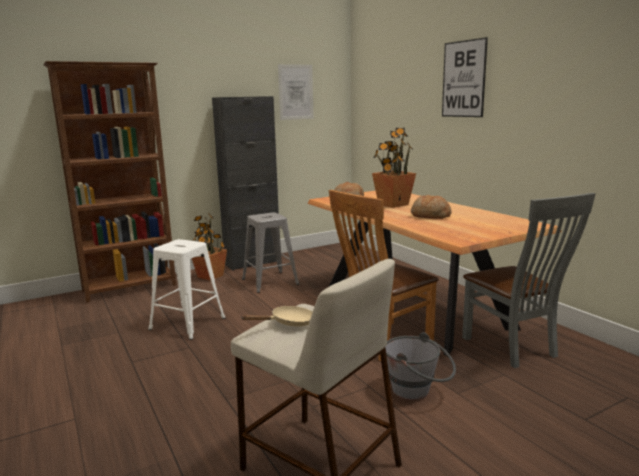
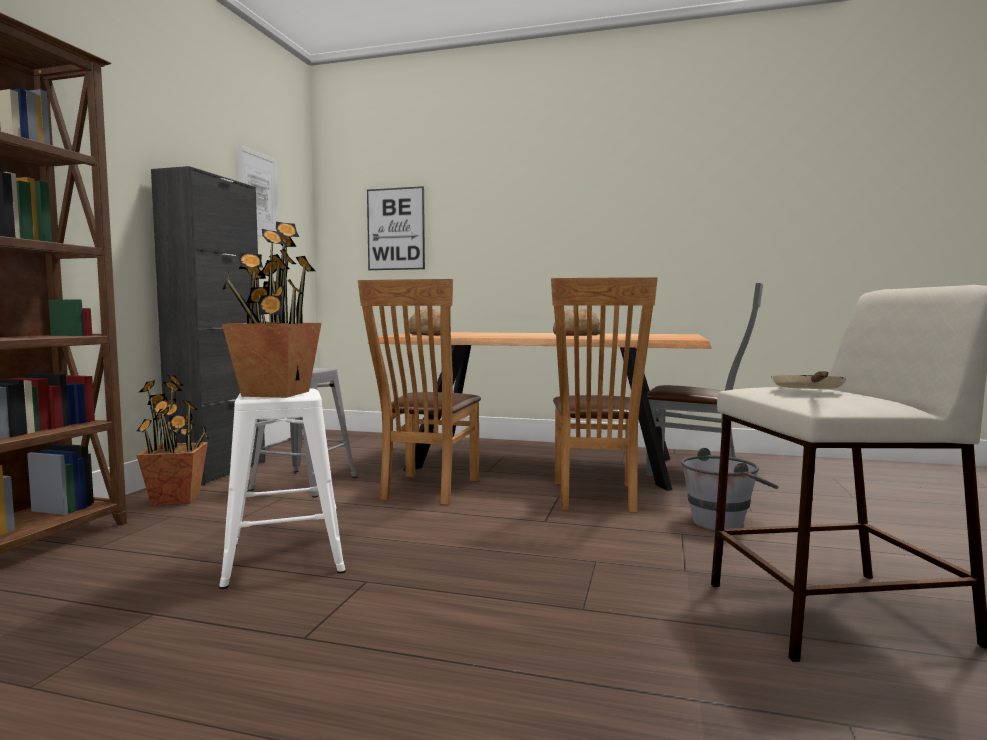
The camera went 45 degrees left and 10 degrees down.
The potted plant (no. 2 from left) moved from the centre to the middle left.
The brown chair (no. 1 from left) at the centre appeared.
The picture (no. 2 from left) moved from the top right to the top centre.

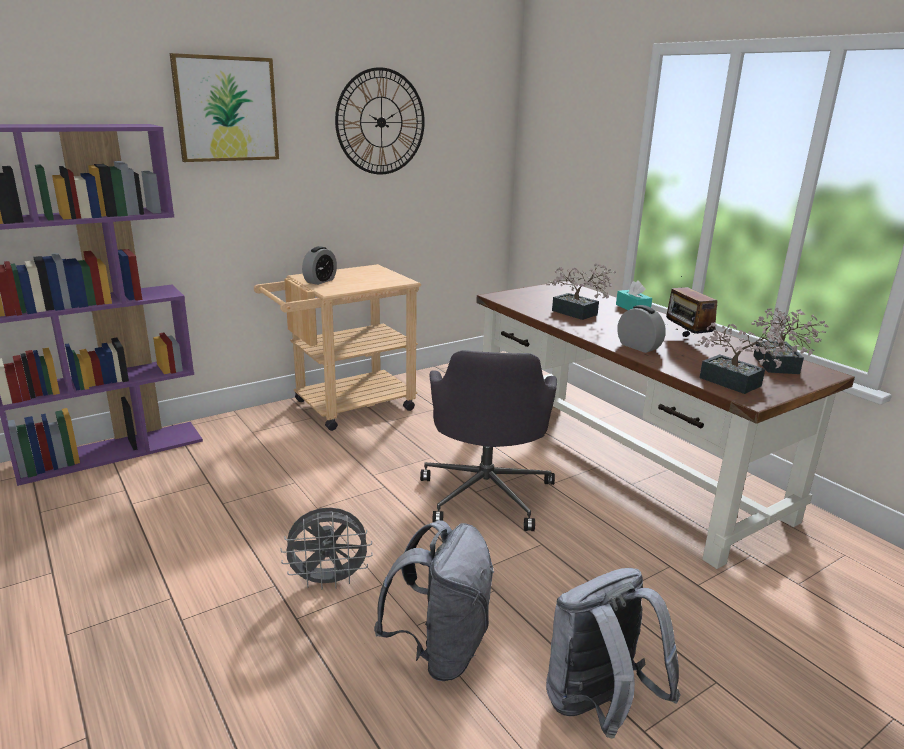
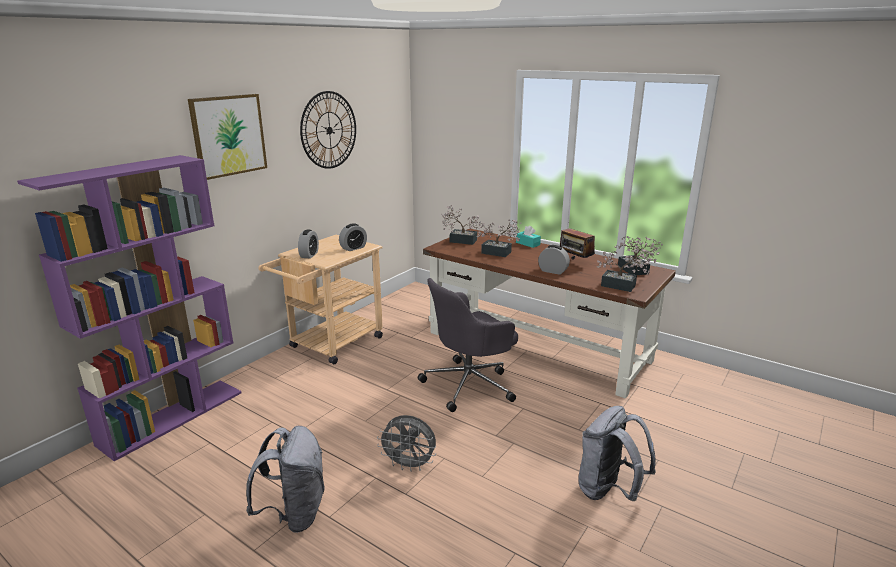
The camera went 20 degrees left and 0 degrees up.
The grey backpack (no. 1 from left) moved from the bottom centre to the bottom left.
The alarm clock (no. 2 from left) at the centre appeared.
The grey fan at the bottom centre turned 45 degrees clockwise.
The grey office chair at the centre turned 75 degrees clockwise.
The potted plant (no. 1 from left) at the centre appeared.

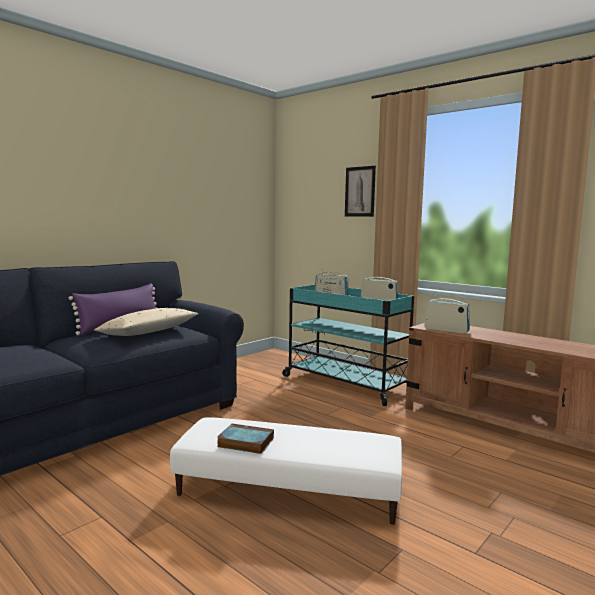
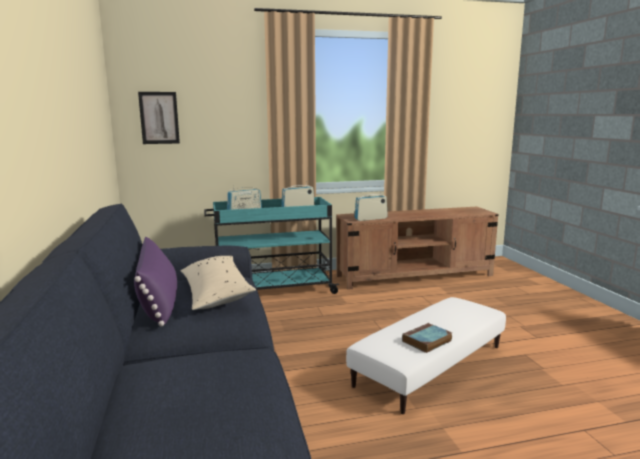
The camera went 55 degrees left and 5 degrees up.
The picture moved from the top centre to the top left.

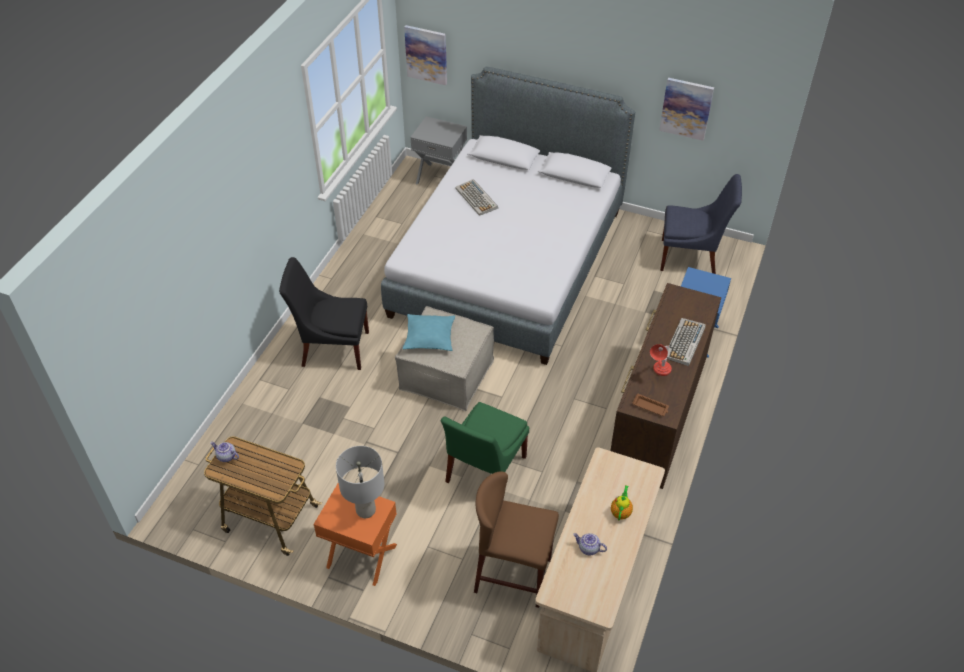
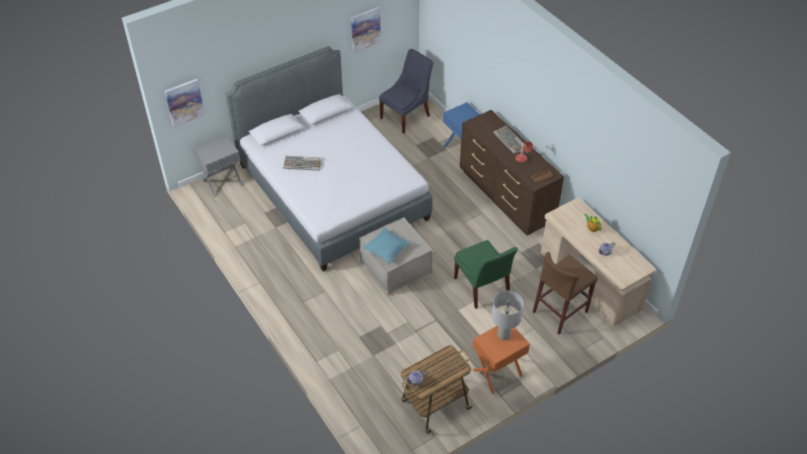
The camera went 55 degrees left and 0 degrees up.
The black chair at the centre disappeared.

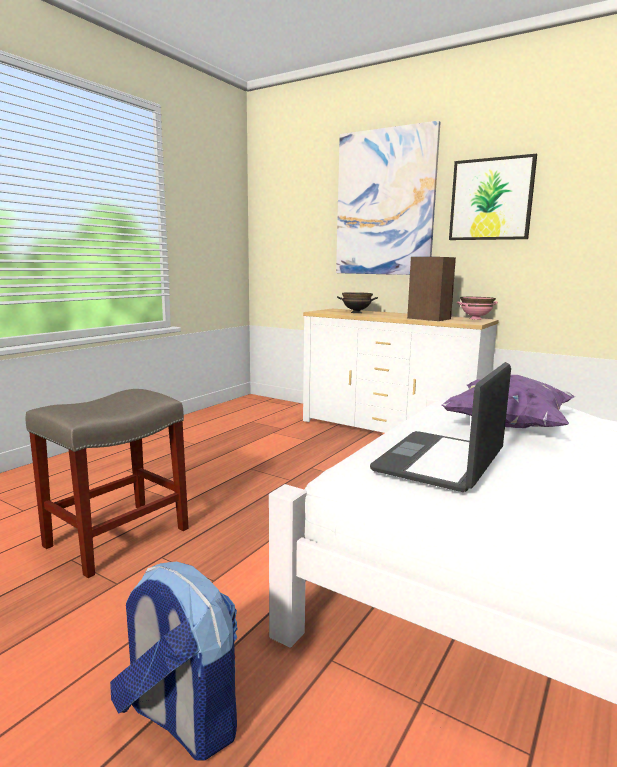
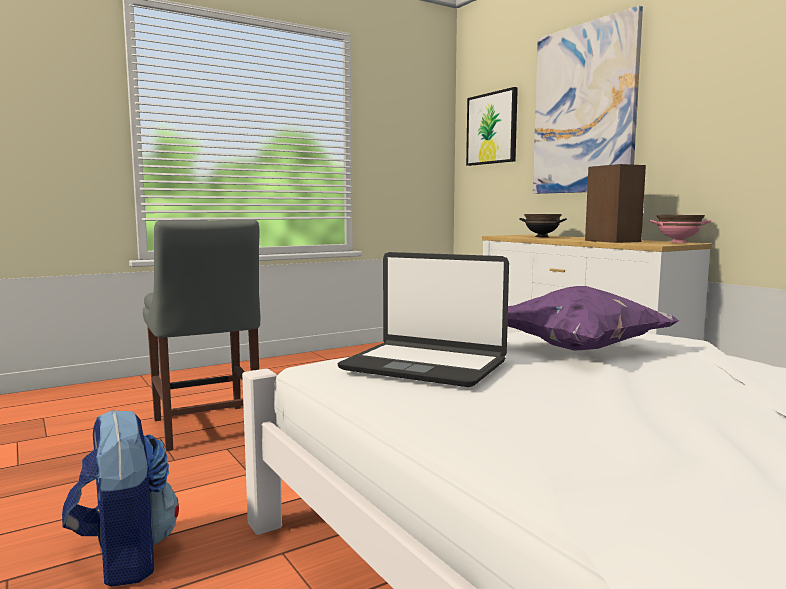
The camera went 25 degrees right and 5 degrees down.
The beige stool at the middle left was replaced by the grey chair at the middle left.
The laptop at the middle right turned 120 degrees counterclockwise.
The picture (no. 2 from left in the first image) moved from the top right to the top centre.

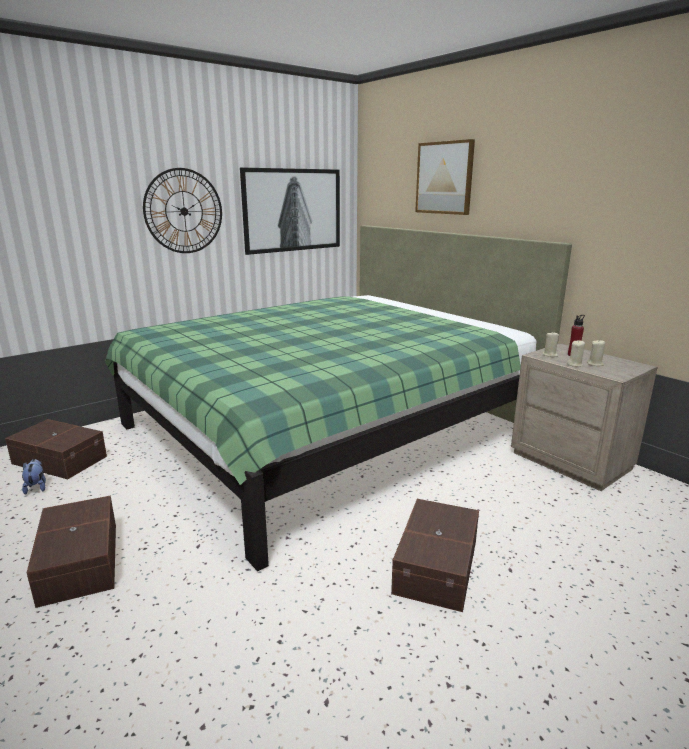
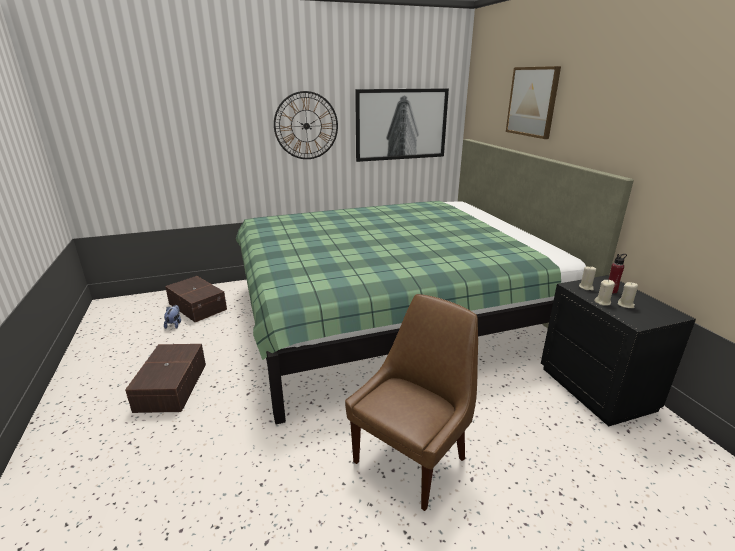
The camera went 20 degrees right and 5 degrees up.
The brown storage box (no. 3 from left) at the bottom centre was replaced by the brown chair at the bottom centre.
The beige nightstand at the middle right became the black nightstand at the middle right.

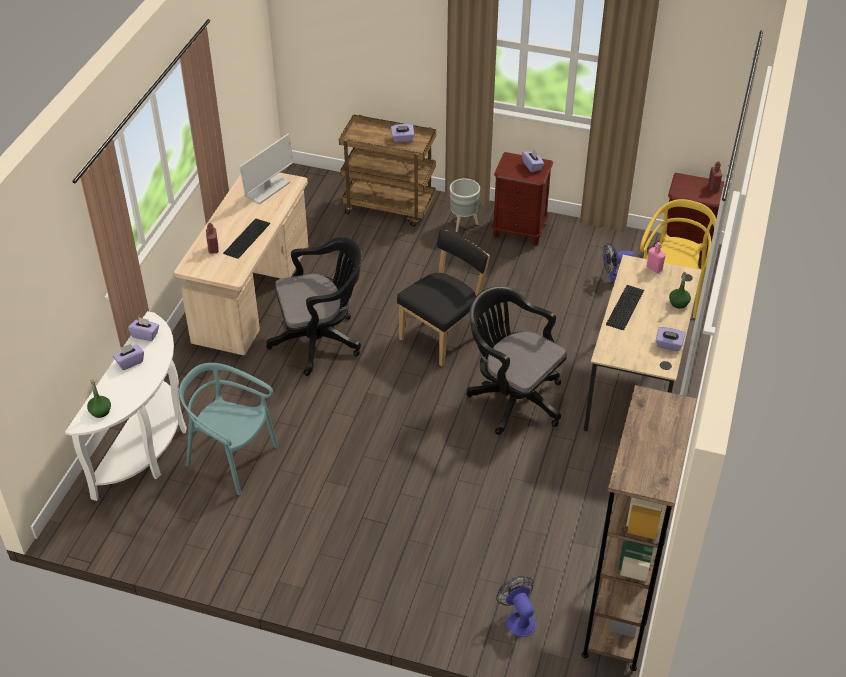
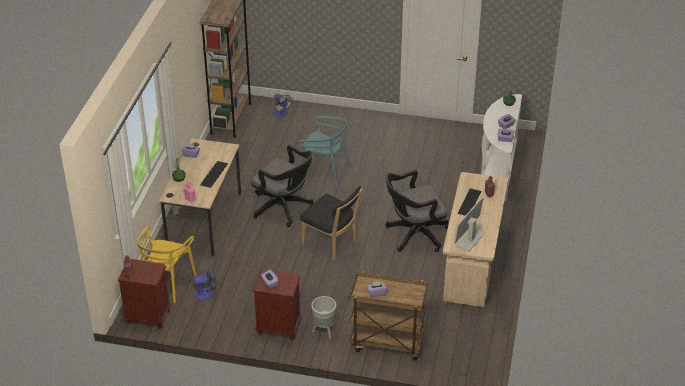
The camera went 175 degrees right and 5 degrees down.
The turquoise chair moved from the middle left to the centre.
The black chair at the centre turned 90 degrees counterclockwise.

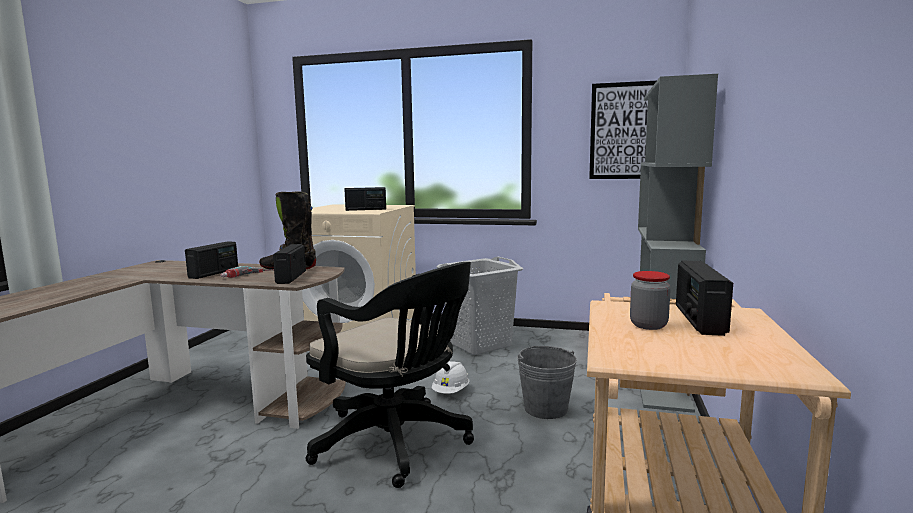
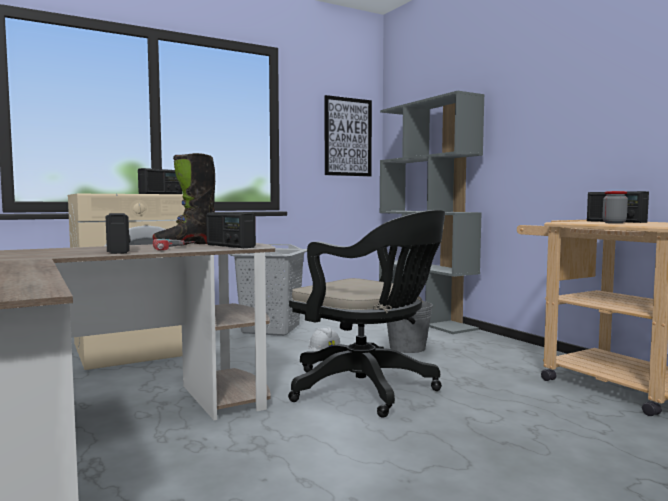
The camera went 45 degrees left and 5 degrees down.
The black office chair at the bottom centre turned 45 degrees clockwise.

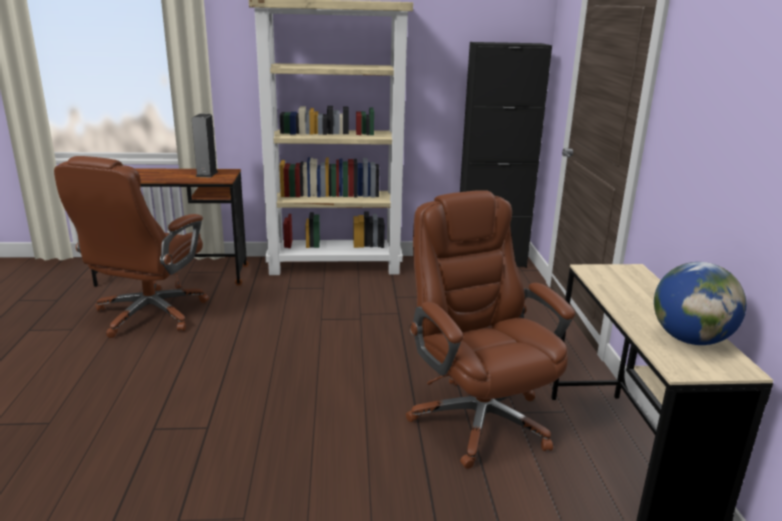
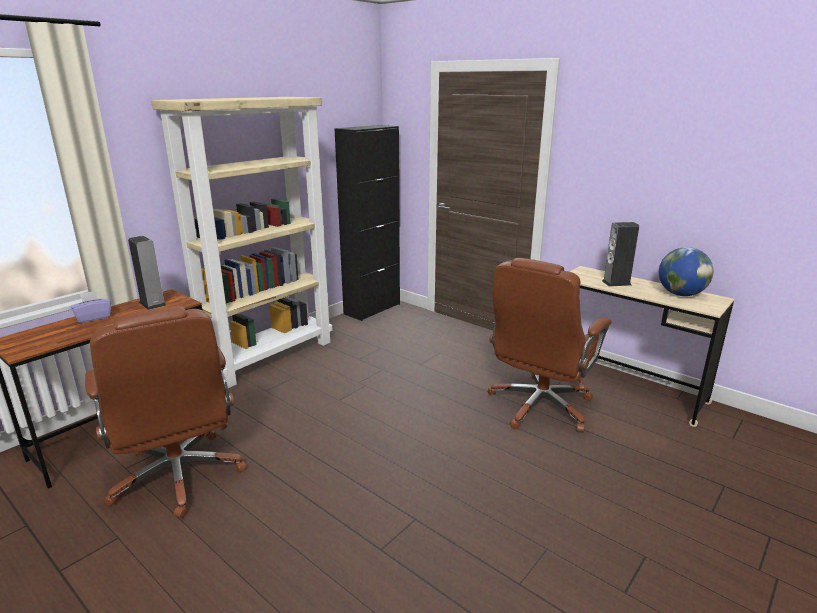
The camera went 45 degrees left and 0 degrees up.
The purple tissue box at the middle left appeared.
The brown office chair (no. 2 from left) at the centre turned 75 degrees counterclockwise.
The speaker (no. 2 from left) at the middle right appeared.

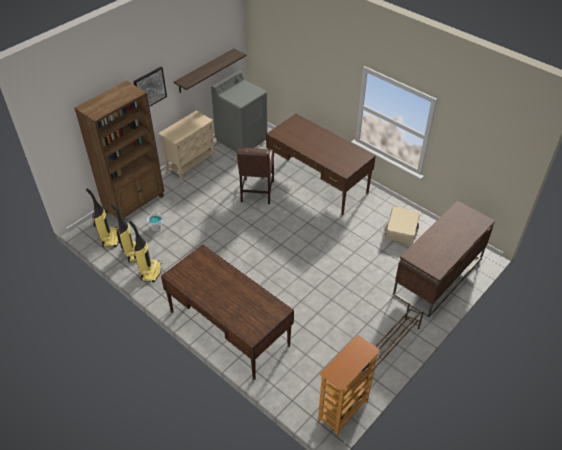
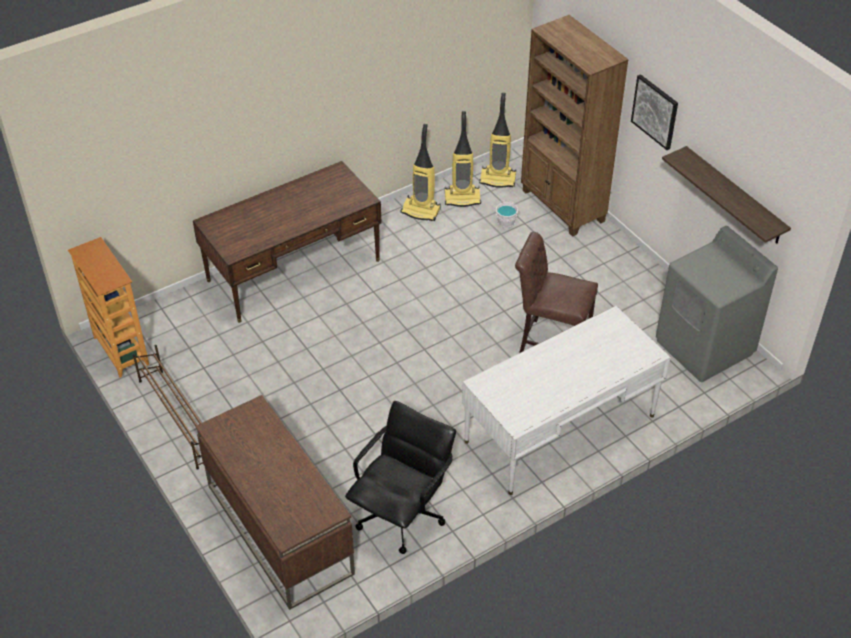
The camera went 105 degrees right and 0 degrees up.
The beige suitcase at the middle right was replaced by the black office chair at the bottom centre.
The brown desk (no. 2 from left) at the centre became the white desk at the centre.
The beige cabinet at the top left disappeared.

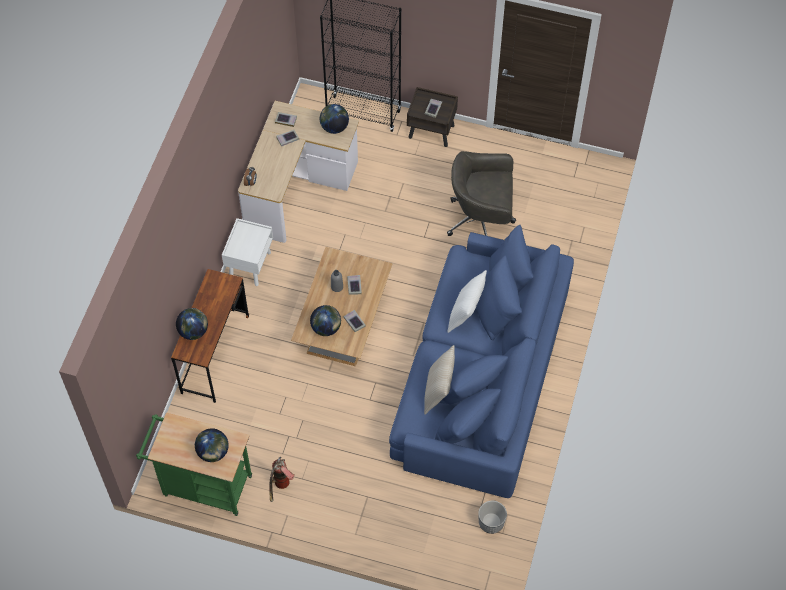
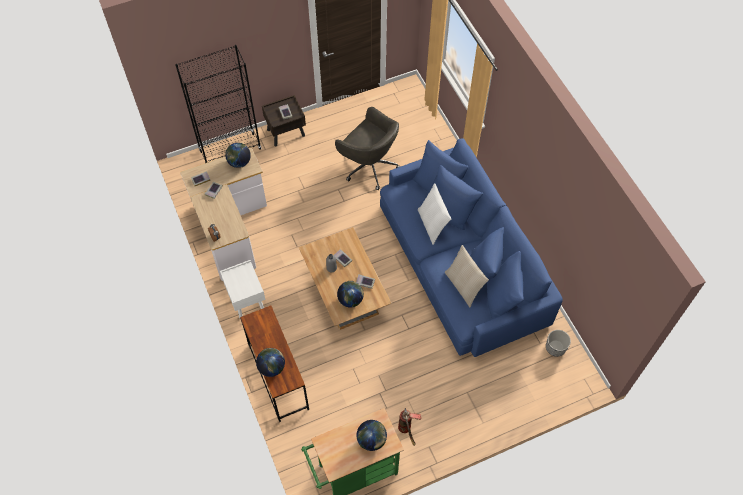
The camera went 40 degrees left and 0 degrees up.
The grey office chair at the top centre turned 105 degrees counterclockwise.

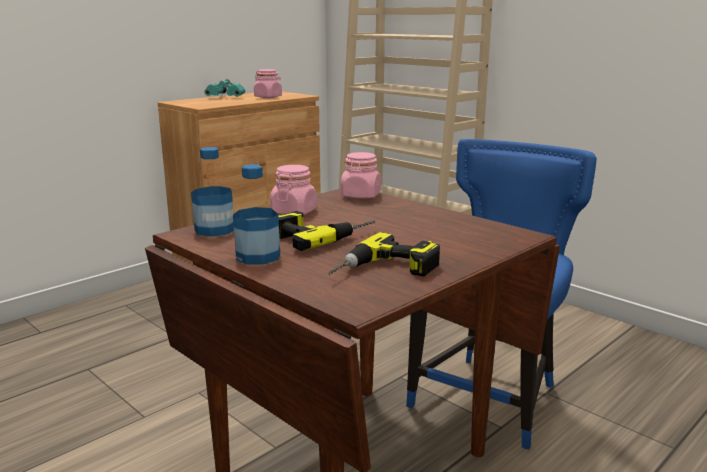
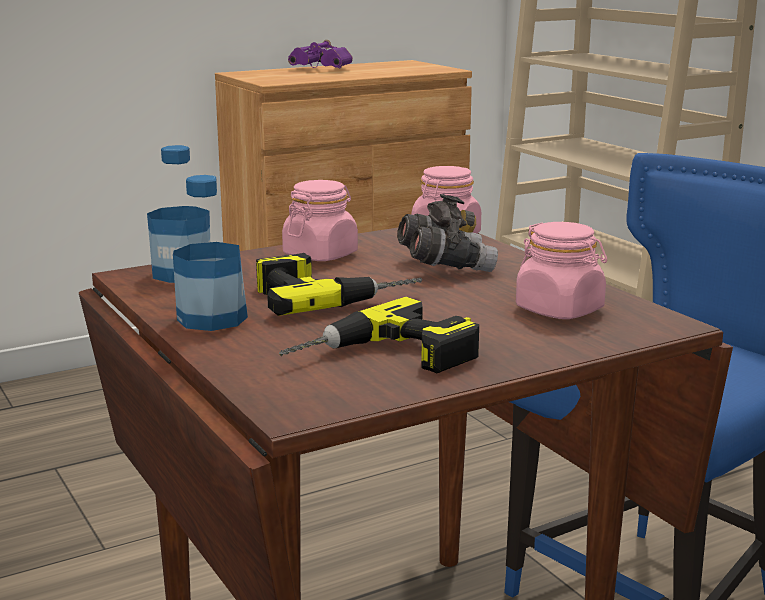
The camera went 15 degrees right and 0 degrees up.
The turquoise binoculars at the top left became the purple binoculars at the top centre.
The grey binoculars at the centre appeared.
The pink jar (no. 1 from left in the first image) moved from the top centre to the middle right.

